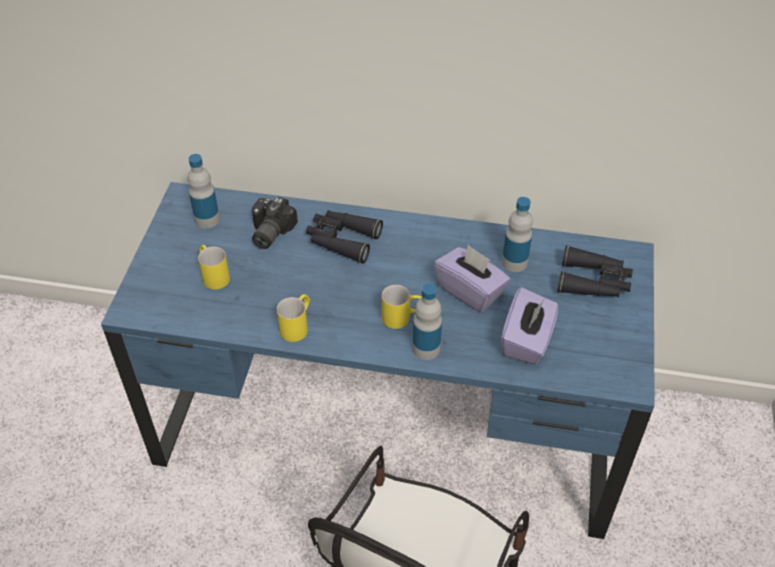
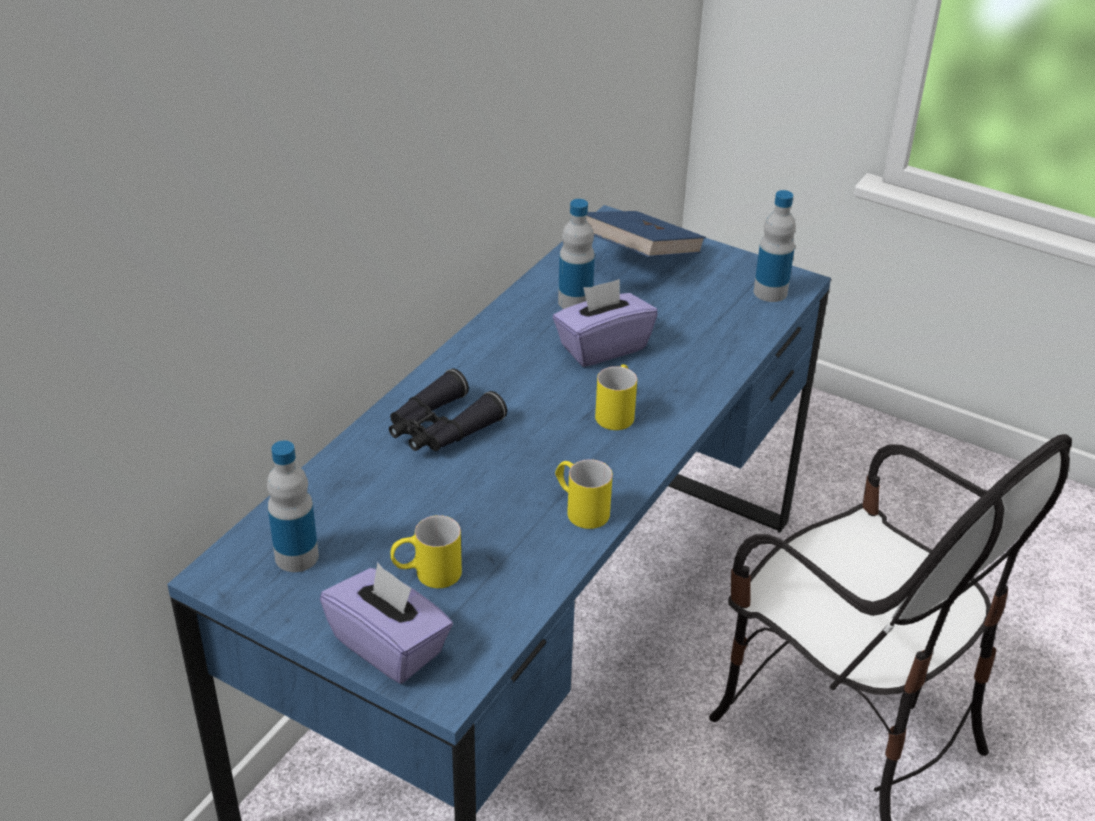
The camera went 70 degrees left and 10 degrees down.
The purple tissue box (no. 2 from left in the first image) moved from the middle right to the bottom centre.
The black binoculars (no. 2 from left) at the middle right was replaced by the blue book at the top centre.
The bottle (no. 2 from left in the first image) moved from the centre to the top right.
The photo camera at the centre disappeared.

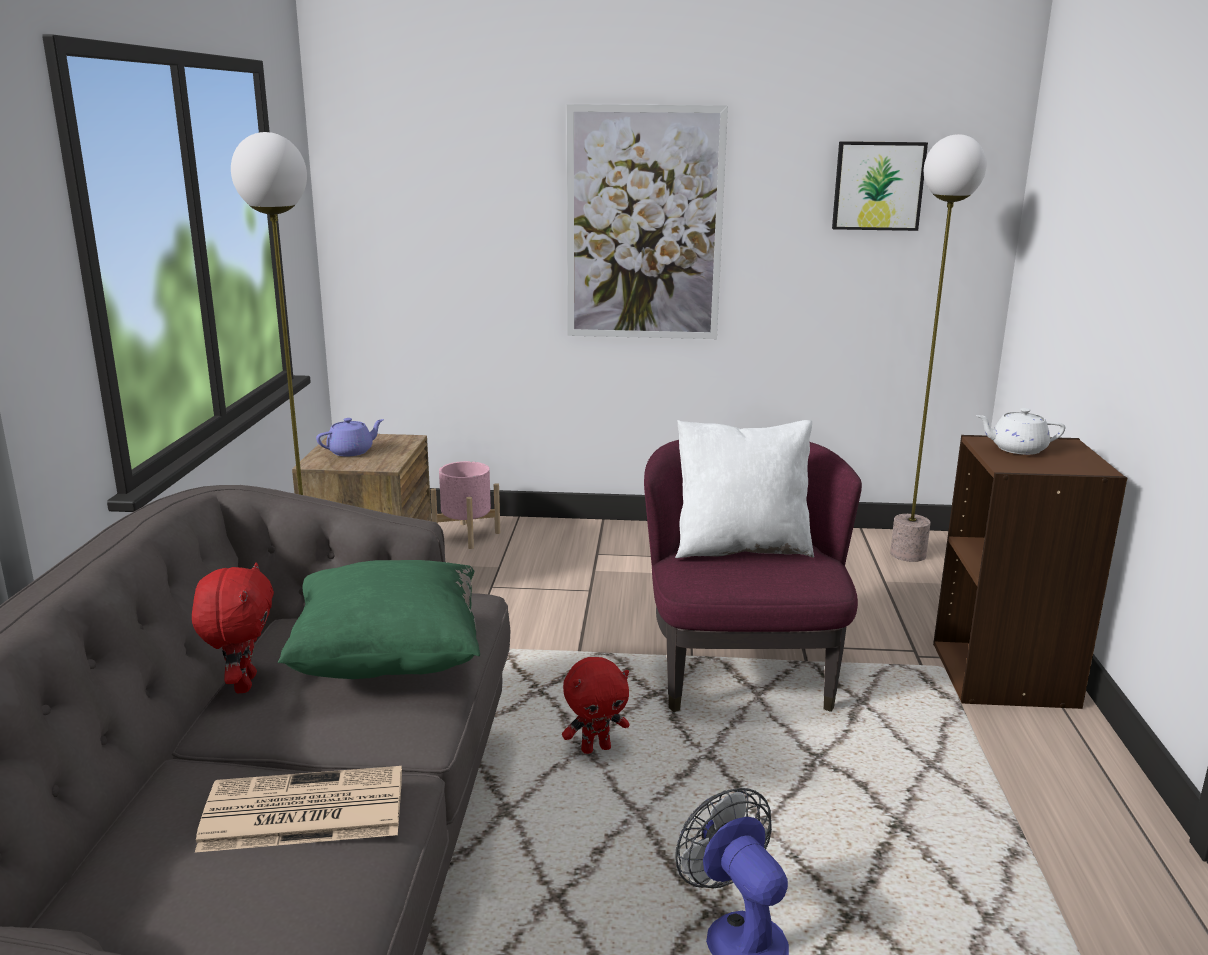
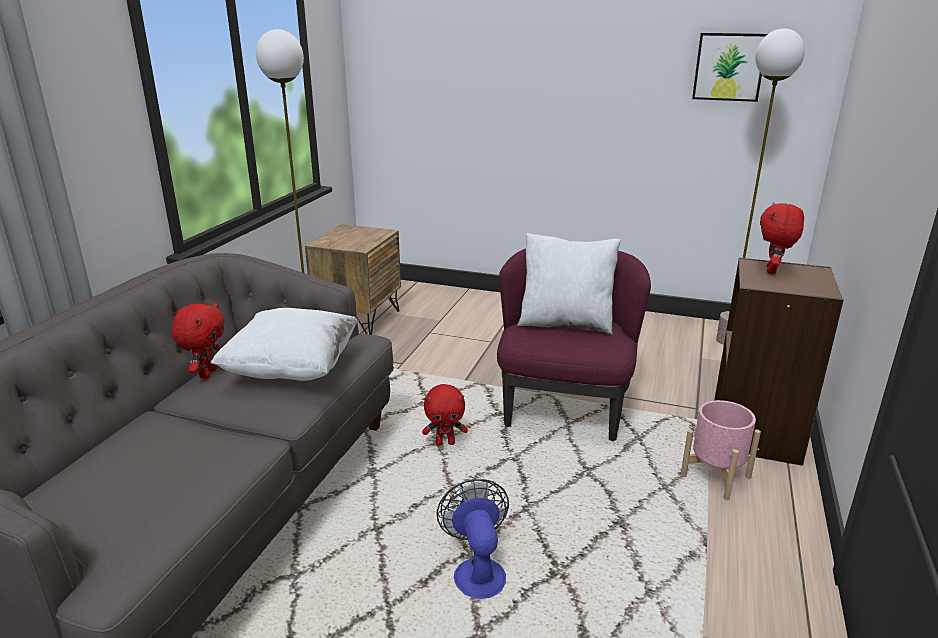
The camera went 15 degrees right and 5 degrees up.
The green pillow at the middle left became the white pillow (no. 1 from left) at the middle left.
The pink planter moved from the centre to the bottom right.
The white teapot at the middle right was replaced by the red plush toy (no. 3 from left) at the middle right.
The newspaper at the bottom left disappeared.
The purple teapot at the middle left disappeared.
The picture (no. 1 from left) at the top centre disappeared.

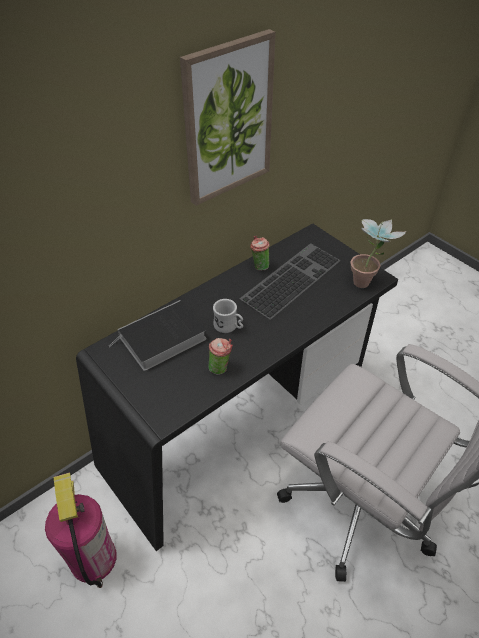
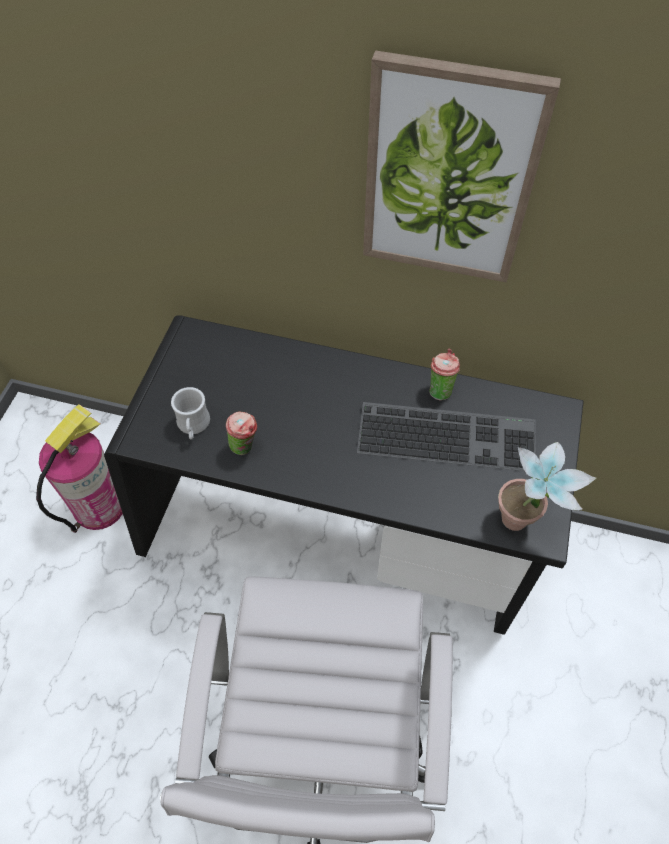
The camera went 55 degrees right and 10 degrees up.
The white mug moved from the centre to the middle left.
The book at the middle left disappeared.

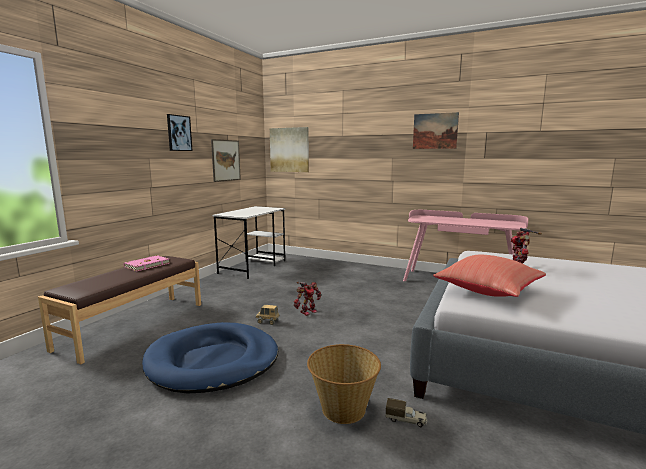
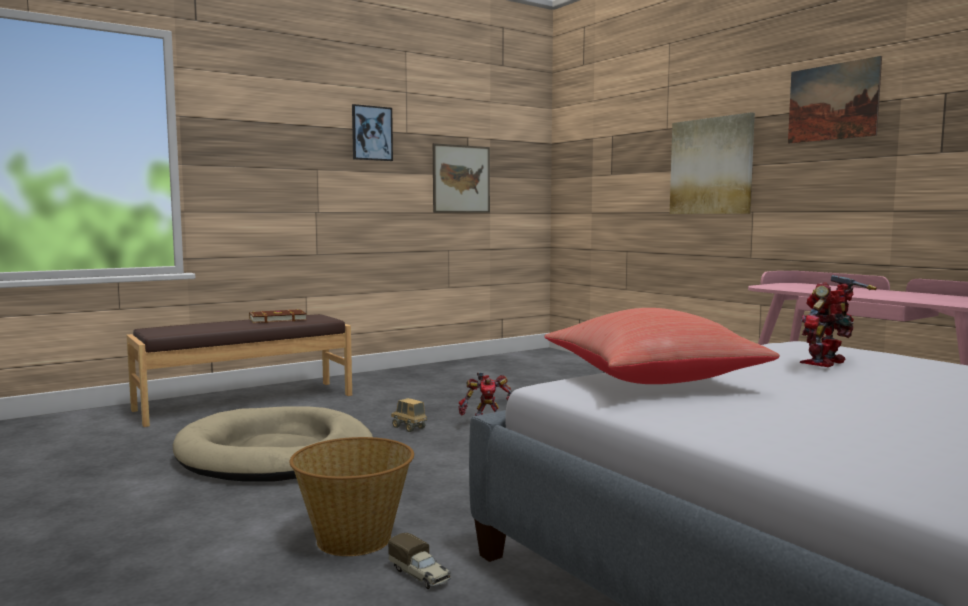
The camera went 30 degrees right and 5 degrees down.
The blue dog bed at the bottom left became the beige dog bed at the bottom left.
The pink book at the middle left became the brown book at the middle left.
The picture (no. 3 from left) moved from the top centre to the top right.
The white desk at the centre disappeared.

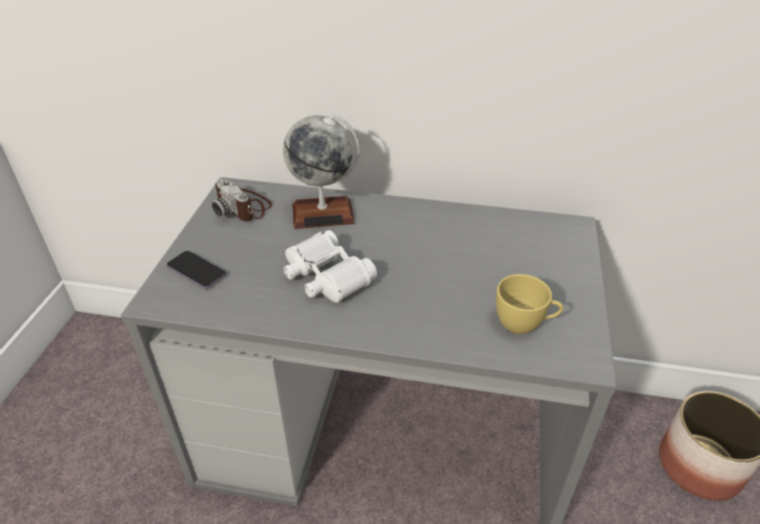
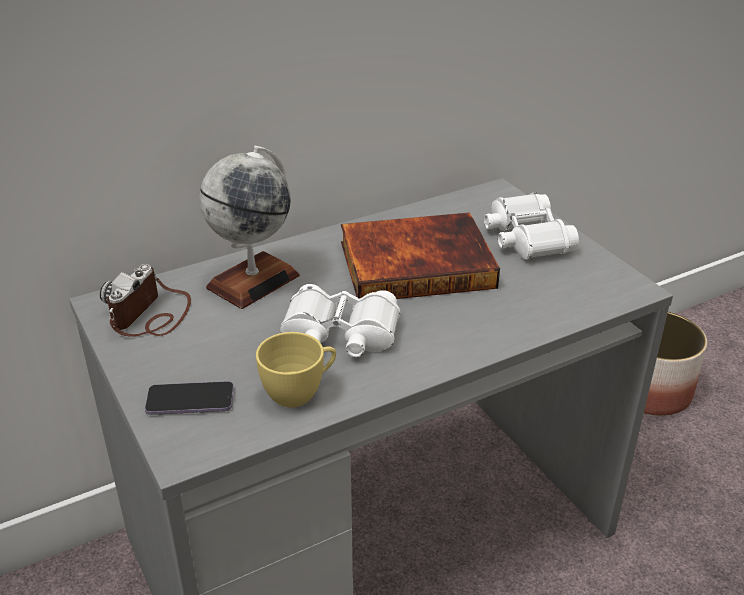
The camera went 40 degrees left and 5 degrees down.
The photo camera at the middle left turned 105 degrees clockwise.
The yellow cup moved from the middle right to the centre.
The book at the centre appeared.
The white binoculars (no. 2 from left) at the middle right appeared.

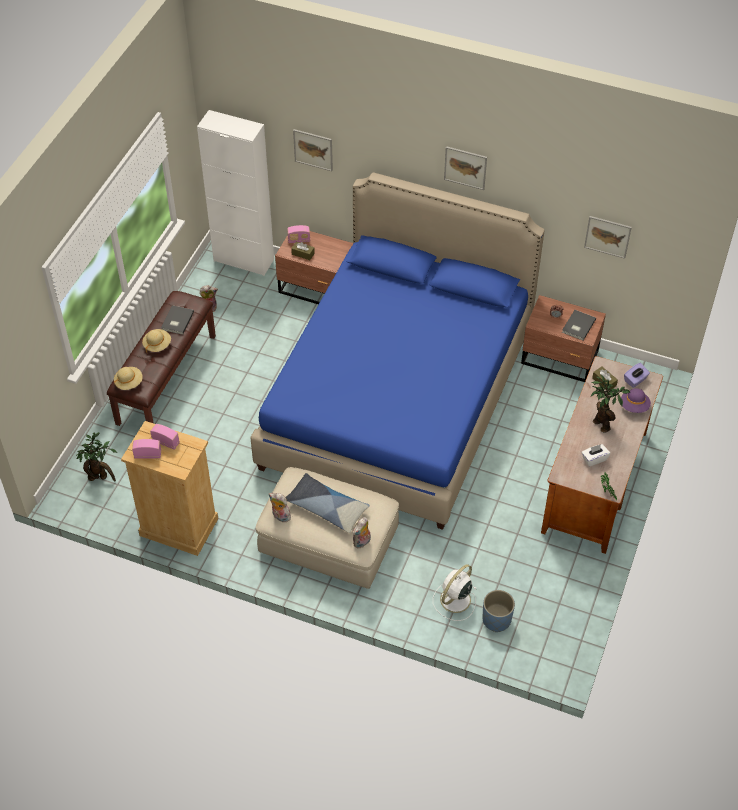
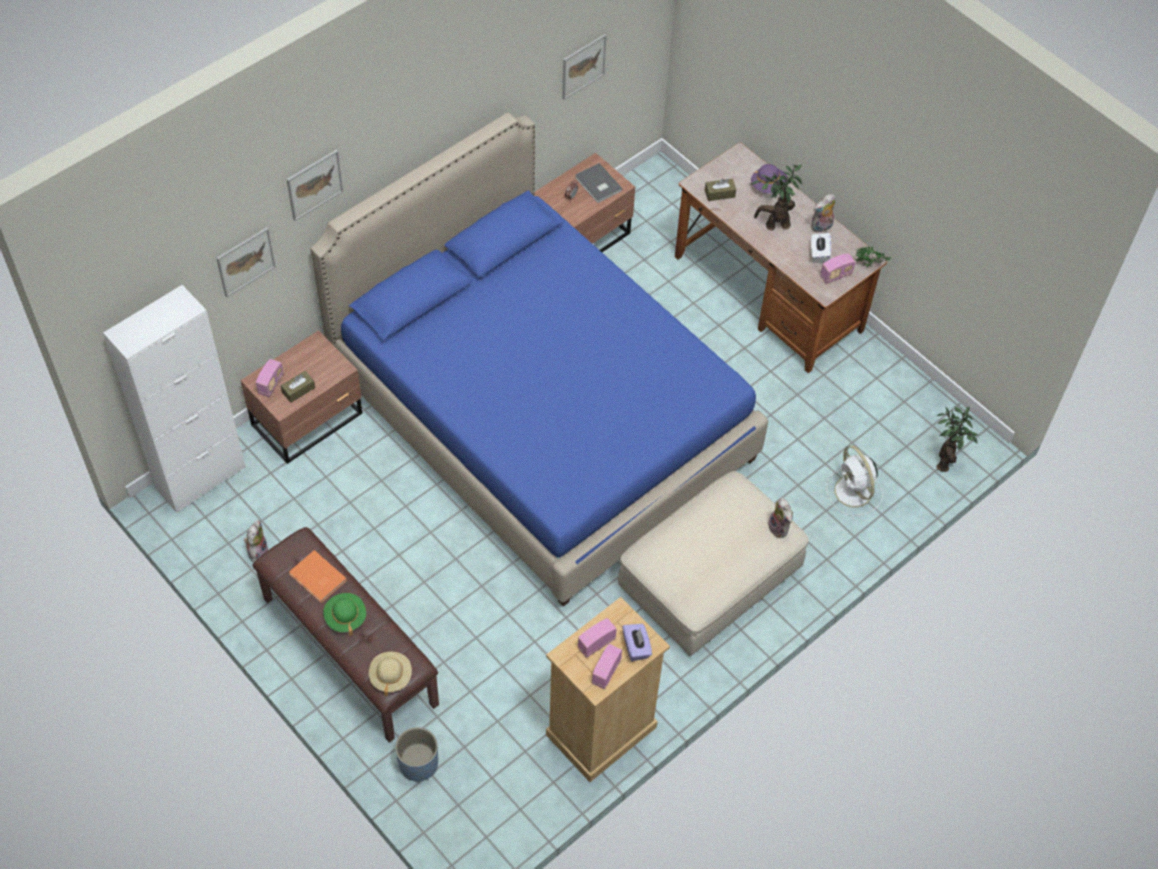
The camera went 65 degrees left and 5 degrees up.
The picture (no. 2 from left) moved from the top centre to the top left.
The grey book (no. 1 from left) at the middle left became the orange book at the middle left.
The beige hat (no. 2 from left) at the middle left became the green hat at the bottom left.
The blue planter moved from the bottom right to the bottom centre.
The purple tissue box moved from the middle right to the bottom centre.
The plush toy (no. 2 from left in the first image) moved from the centre to the top right.
The radio (no. 4 from left) at the top right appeared.
The potted plant (no. 1 from left in the first image) moved from the middle left to the middle right.
The pillow at the centre disappeared.

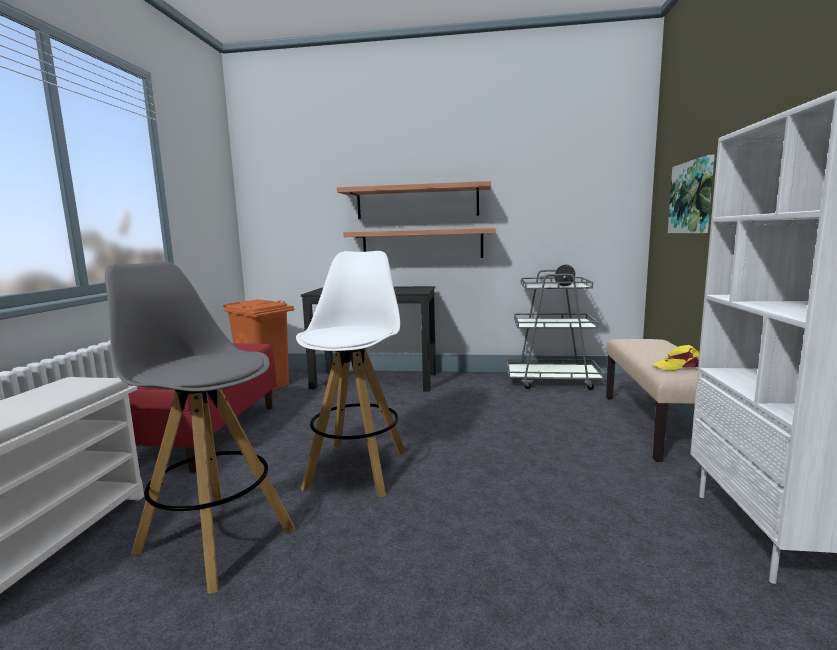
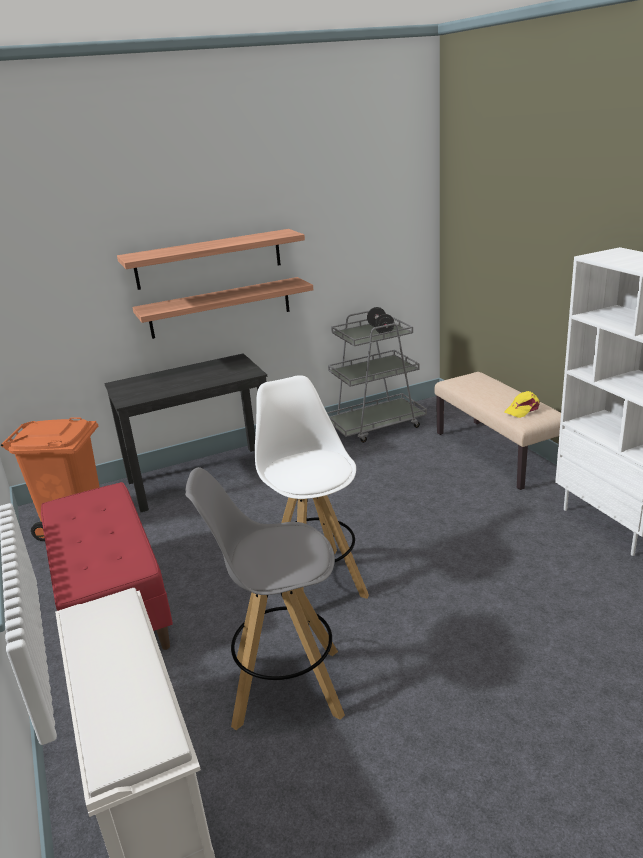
The camera went 30 degrees left and 15 degrees up.
The picture at the top right disappeared.

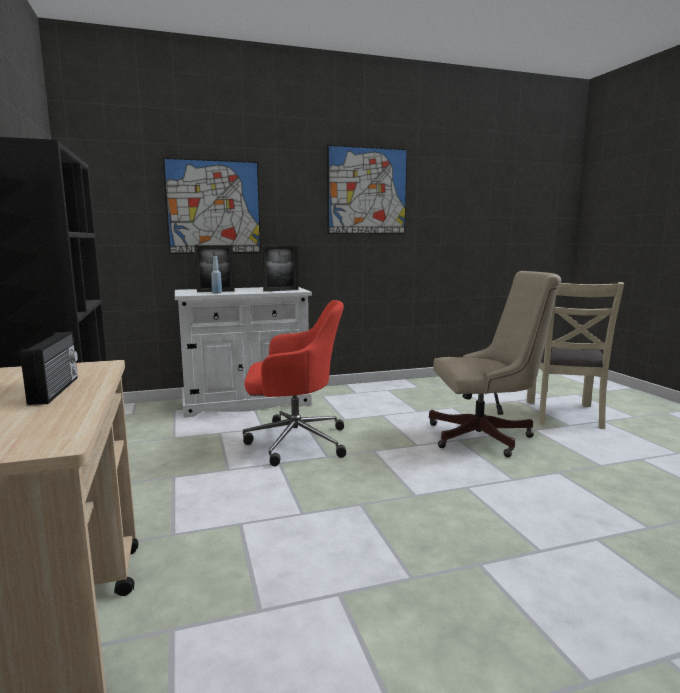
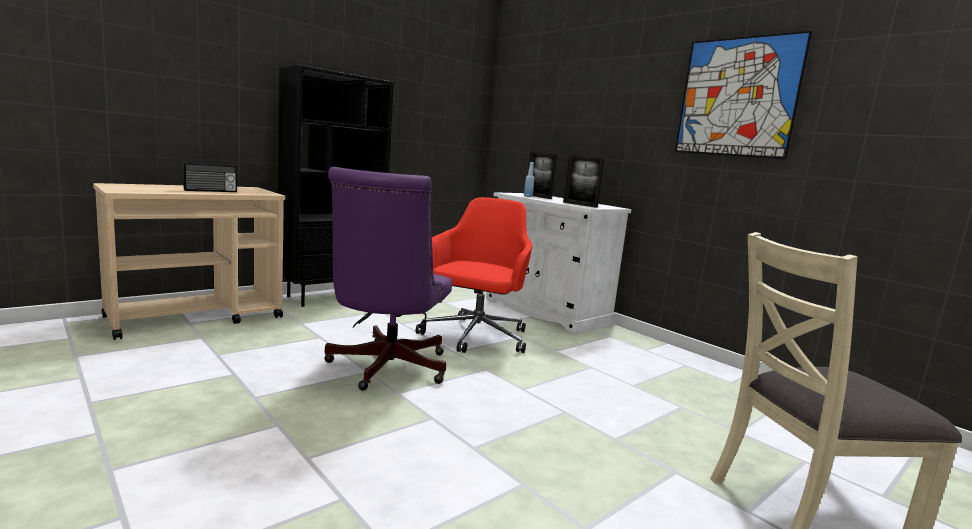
The camera went 65 degrees right and 0 degrees up.
The purple office chair at the centre appeared.
The red office chair at the centre turned 135 degrees counterclockwise.
The picture (no. 1 from left) at the top left disappeared.
The beige office chair at the middle right disappeared.

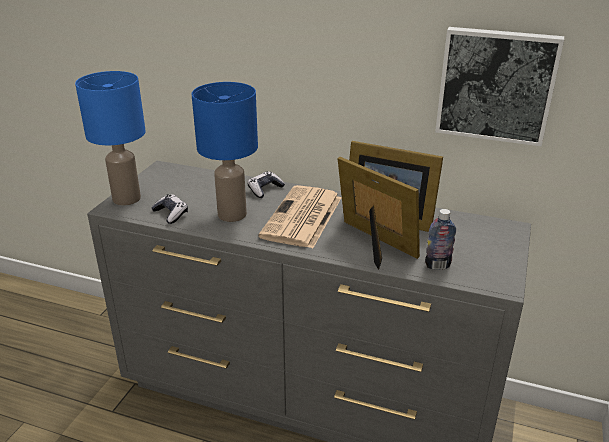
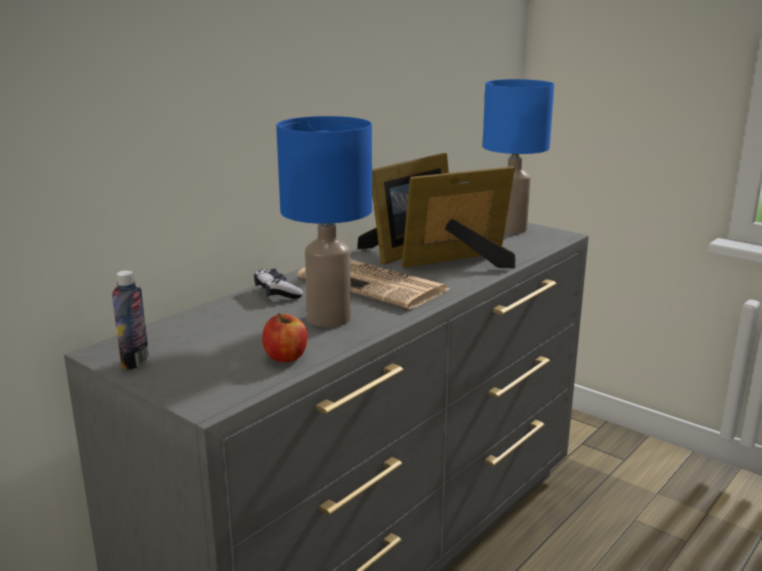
The camera went 70 degrees left and 10 degrees down.
The bottle moved from the middle right to the middle left.
The game controller (no. 1 from left) at the middle left was replaced by the apple at the centre.
The blue table lamp (no. 1 from left in the first image) moved from the top left to the top right.
The picture at the top right disappeared.

